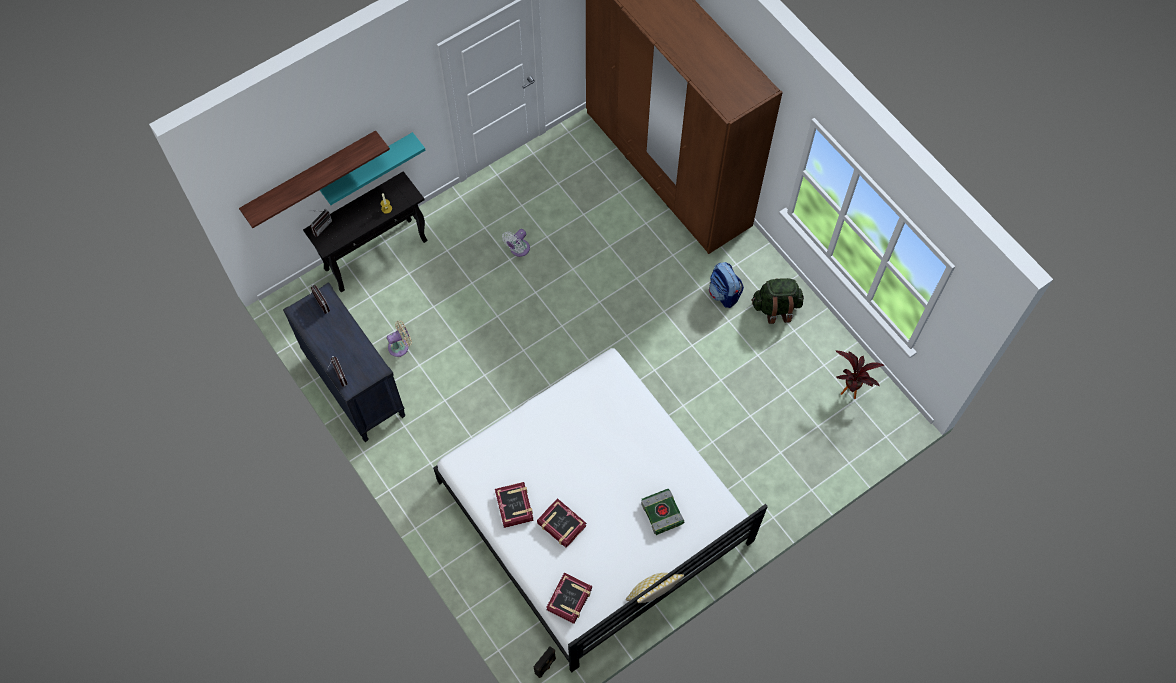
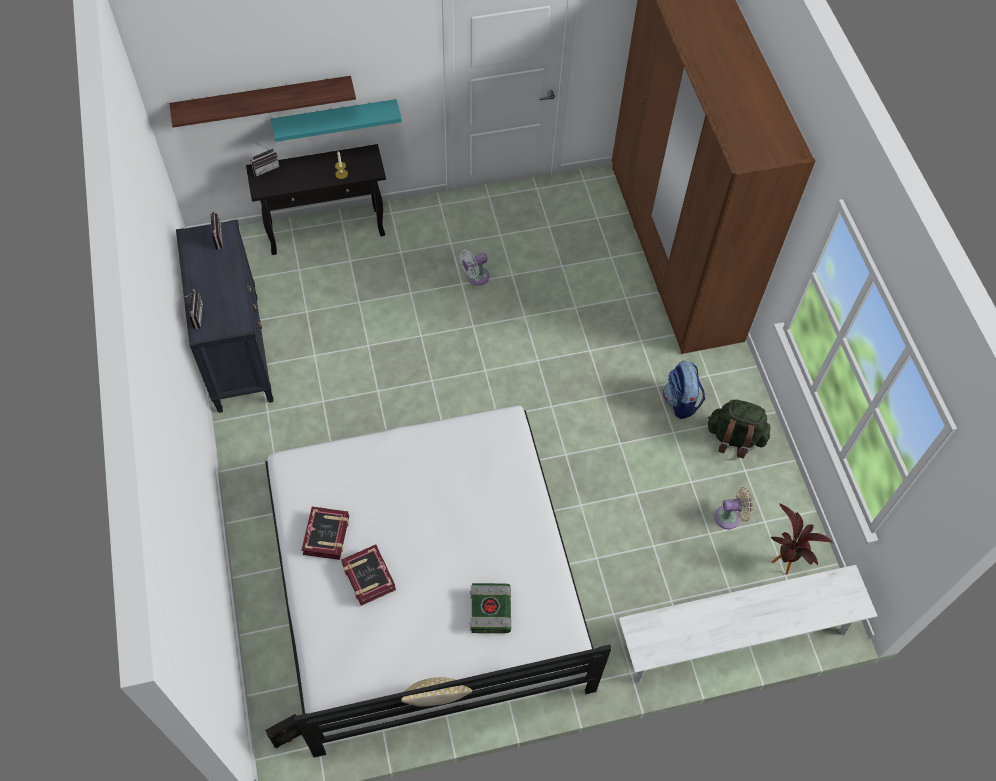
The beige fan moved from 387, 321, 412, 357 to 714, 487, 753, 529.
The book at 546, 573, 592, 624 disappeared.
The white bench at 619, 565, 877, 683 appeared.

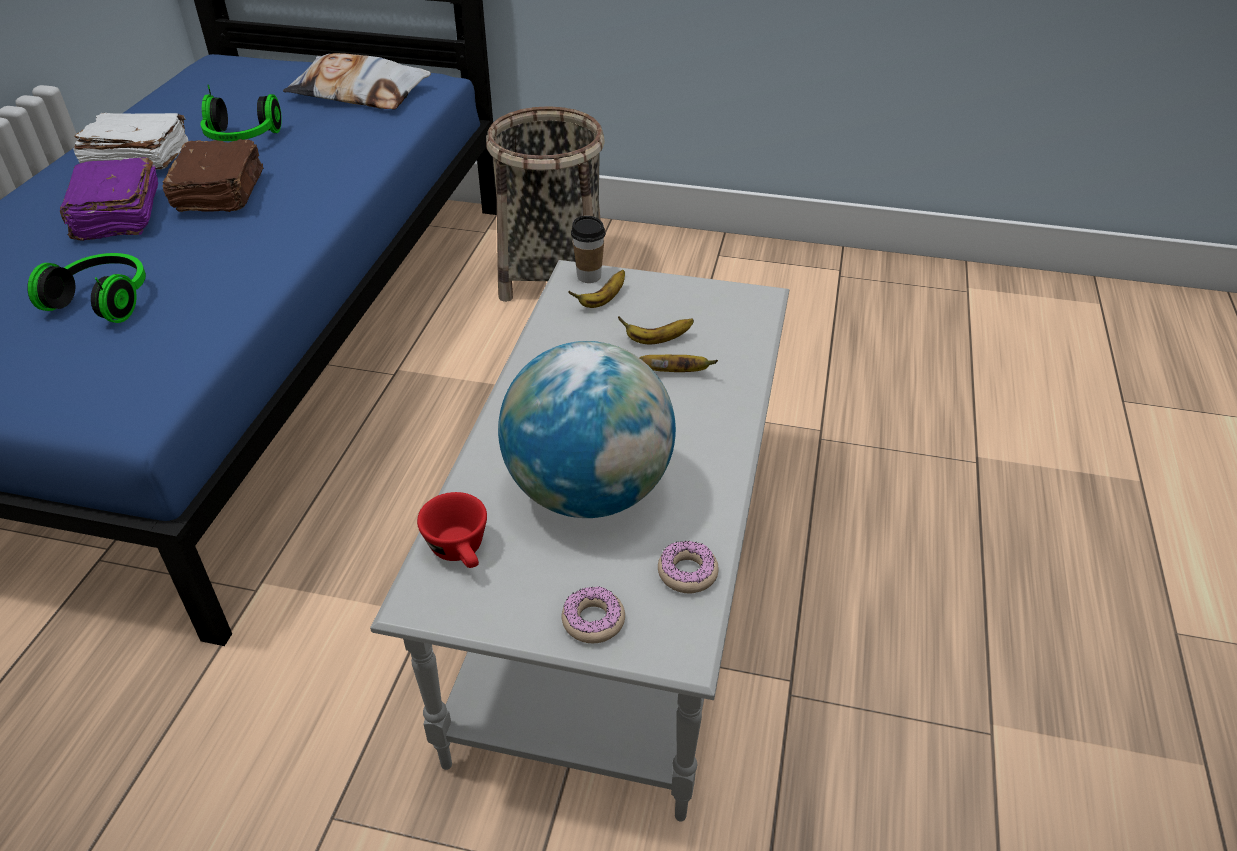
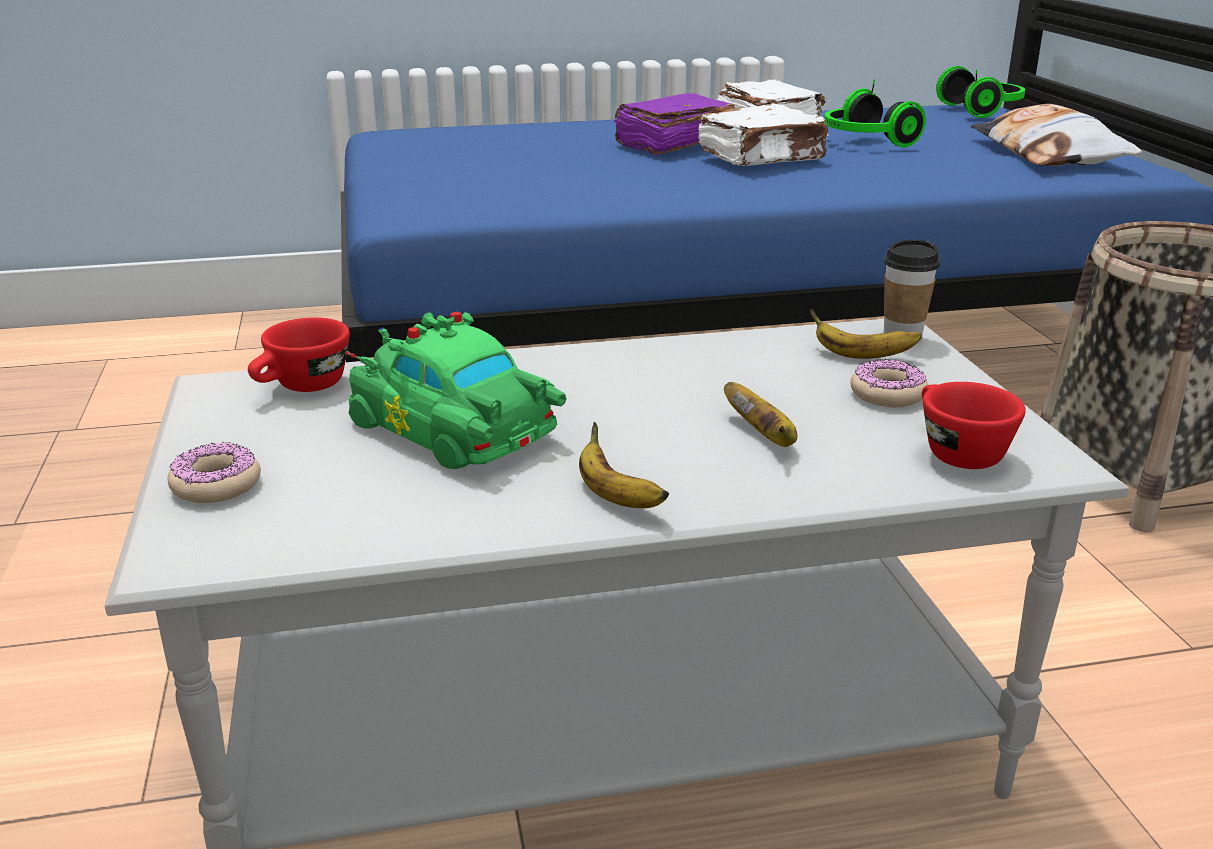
The brown book at 162, 139, 264, 212 became the white book at 698, 103, 829, 166.
The headphones moved from 27, 253, 146, 323 to 936, 66, 1025, 118.
The banana moved from 618, 316, 694, 344 to 579, 422, 669, 508.
The globe at 498, 341, 676, 518 was replaced by the green toy car at 345, 312, 566, 469.
The donut moved from 658, 540, 719, 593 to 850, 359, 928, 407.
The red cup at 922, 382, 1026, 469 appeared.

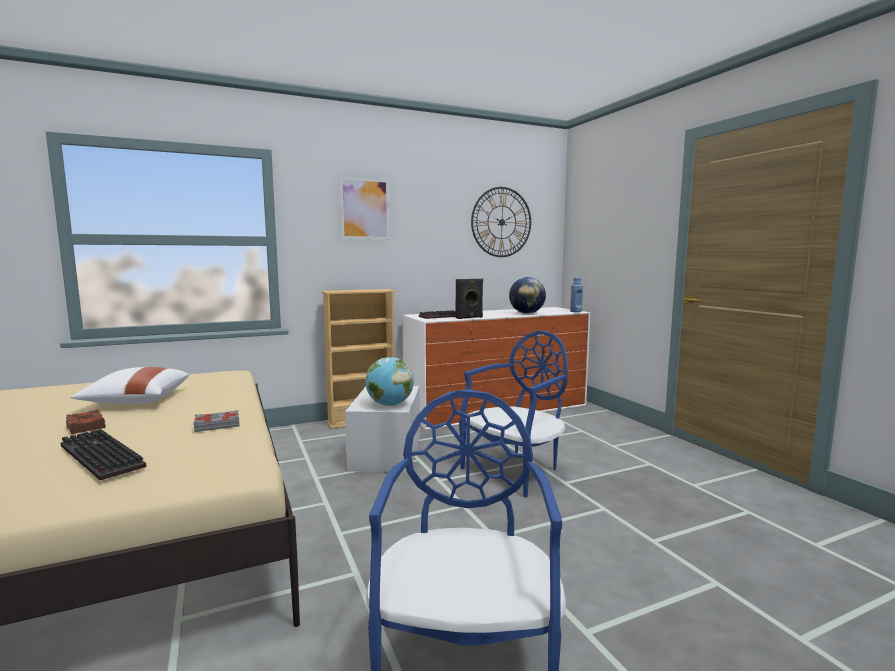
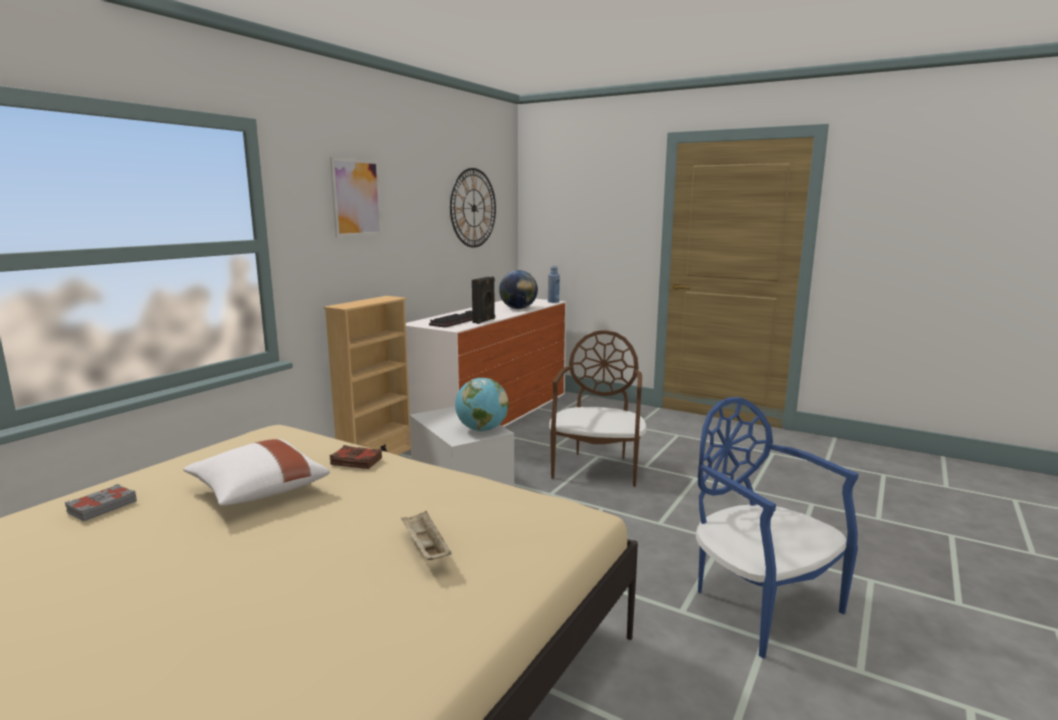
The blue chair at 459, 331, 568, 497 became the brown chair at 549, 330, 647, 487.
The brown book moved from 66, 409, 106, 434 to 330, 445, 382, 469.
The grey book moved from 193, 410, 240, 432 to 64, 484, 137, 522.
The keyboard at 61, 429, 146, 480 was replaced by the beige tray at 401, 511, 452, 560.

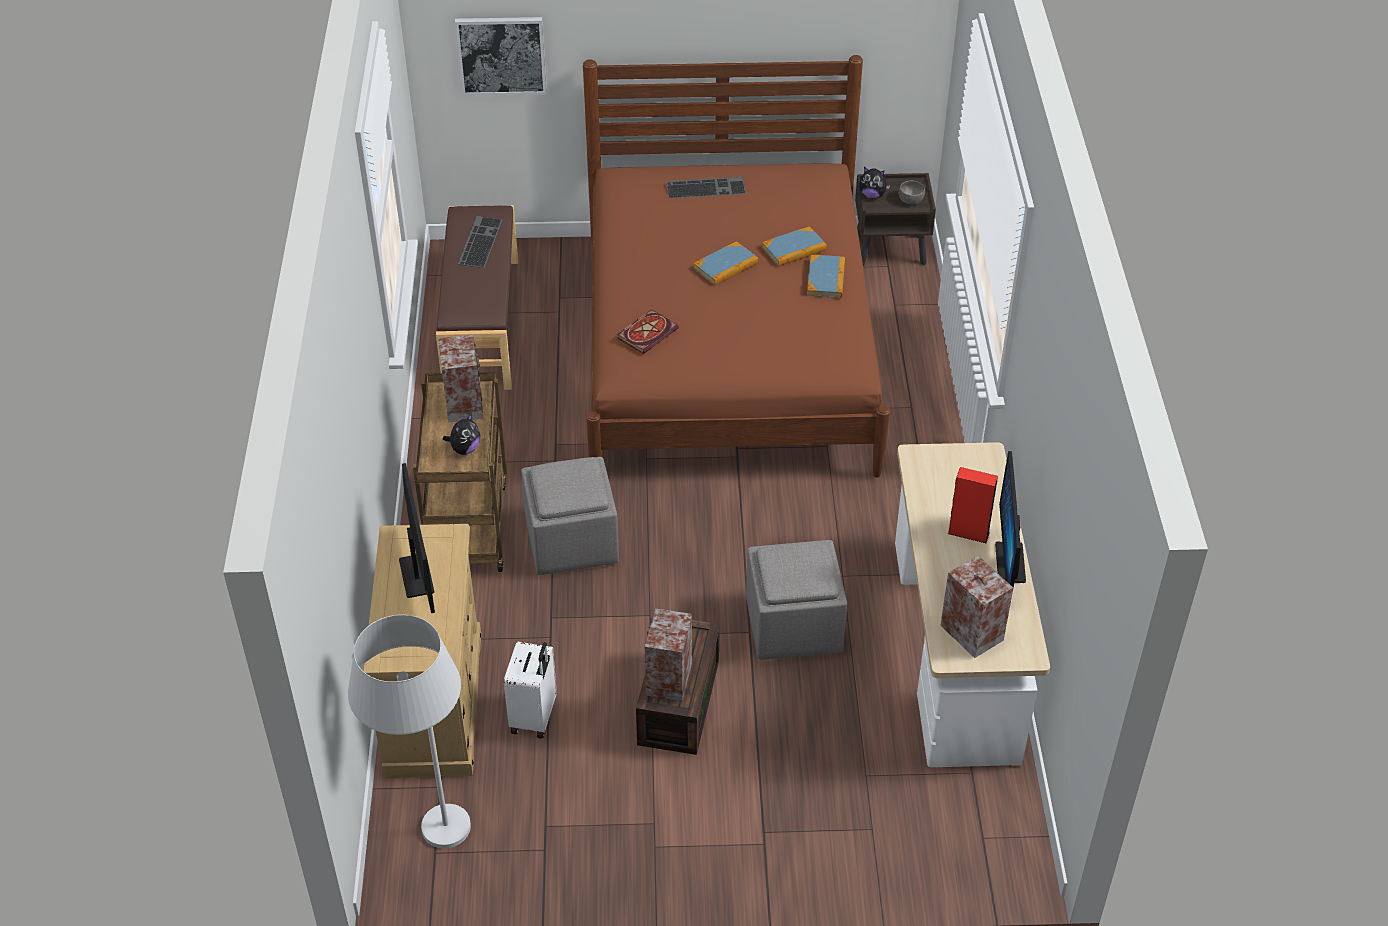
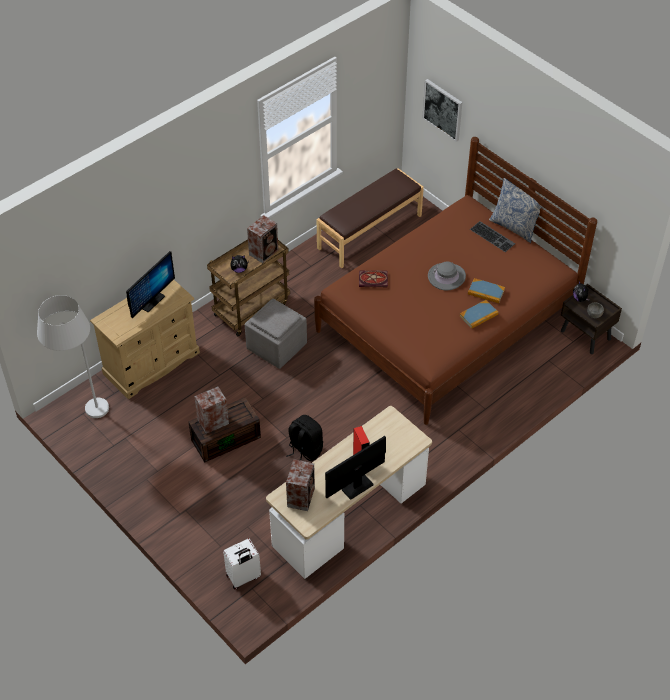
The keyboard at 458, 216, 503, 268 disappeared.
The book at 693, 241, 758, 285 was replaced by the grey hat at 428, 262, 466, 290.
The grey ottoman at 746, 540, 847, 660 was replaced by the black backpack at 286, 415, 323, 461.
The white suitcase moved from 504, 642, 557, 739 to 223, 538, 261, 590.
The pillow at 489, 178, 547, 243 appeared.

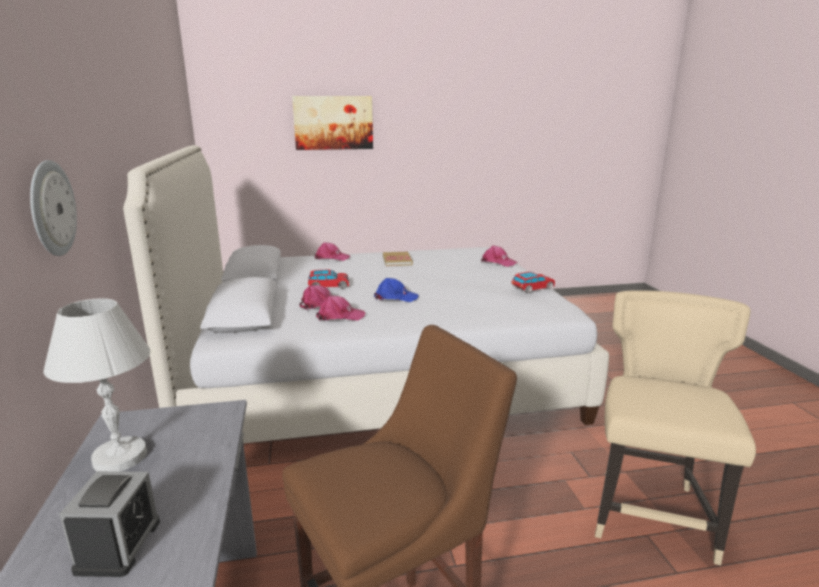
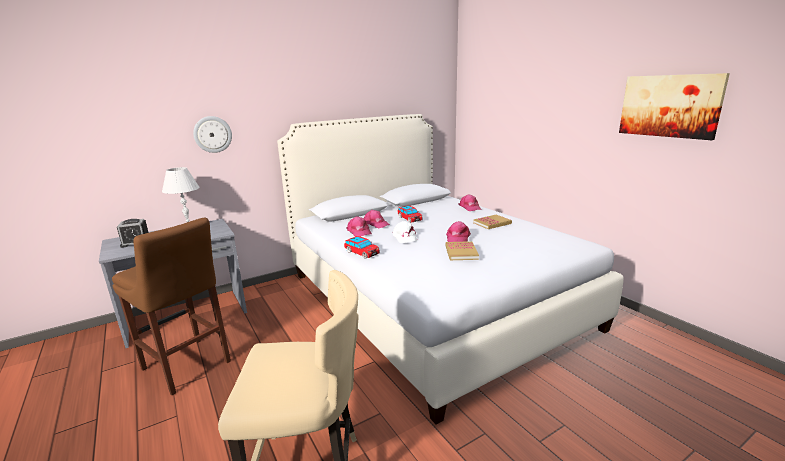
The picture moved from 292, 96, 373, 150 to 619, 73, 730, 140.
The pink cap moved from 481, 245, 517, 267 to 446, 221, 471, 242.
The toy car moved from 511, 272, 555, 293 to 344, 236, 380, 259.
The blue cap at 374, 278, 419, 302 became the white cap at 392, 221, 417, 243.
The book at 445, 241, 479, 260 appeared.

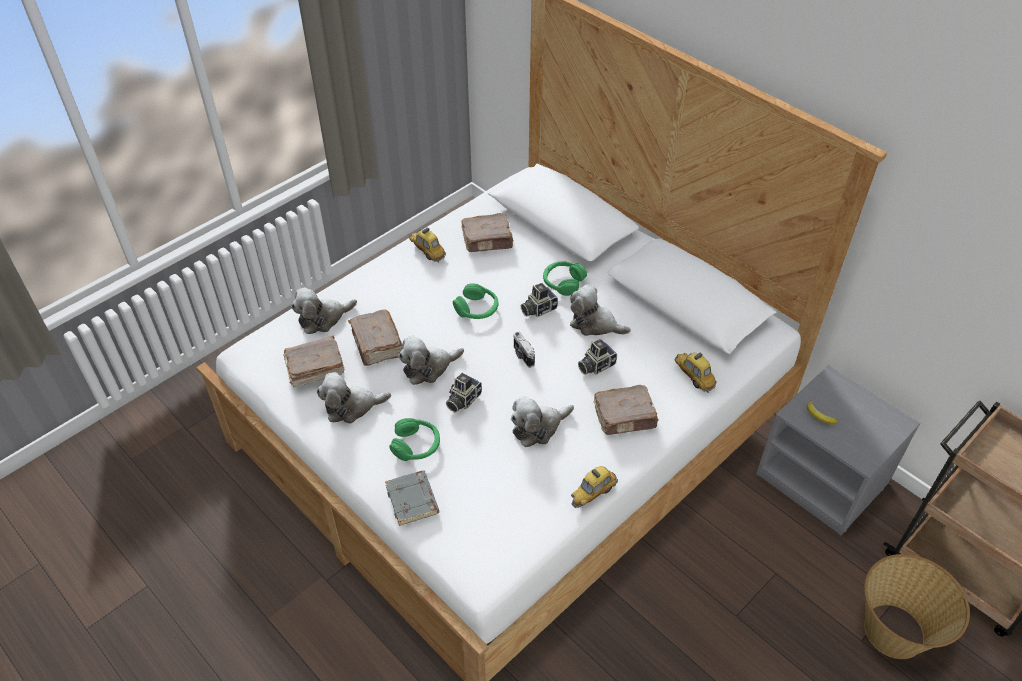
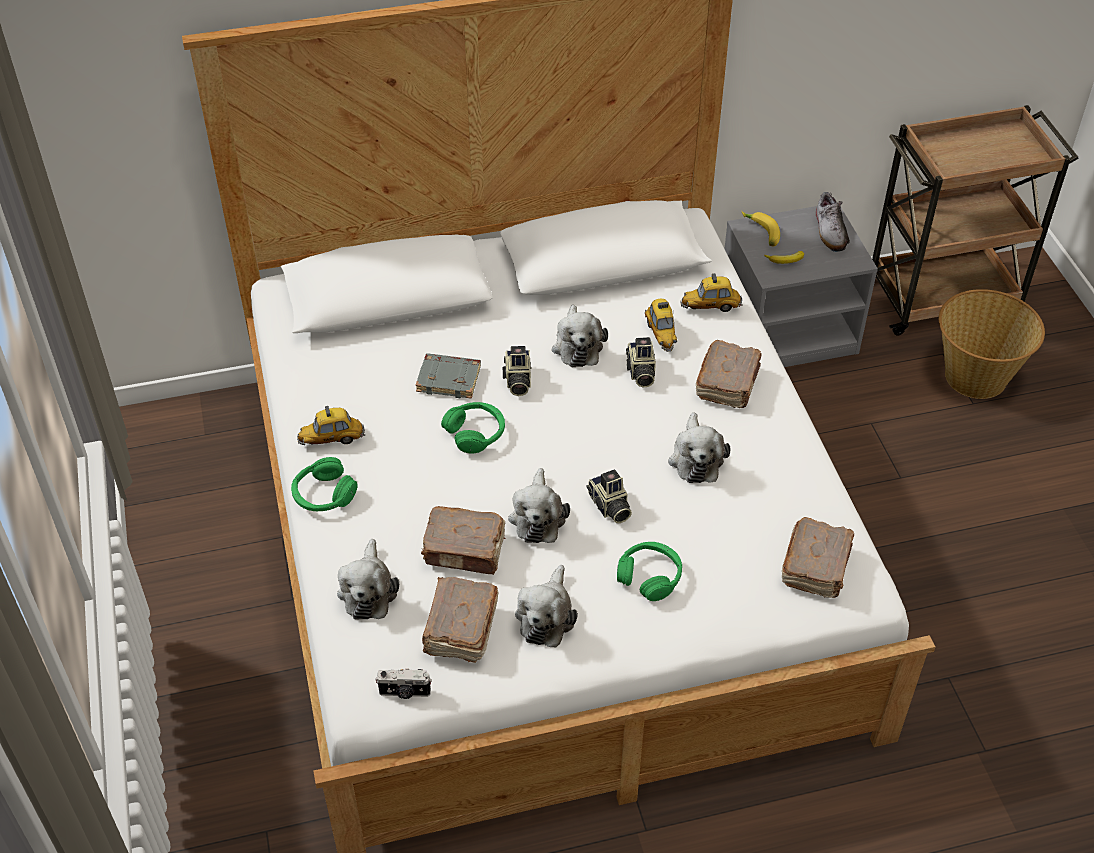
The brown book moved from 461, 213, 514, 252 to 782, 517, 854, 598.
The green headphones moved from 543, 262, 587, 296 to 291, 457, 358, 511.
The plush toy at 570, 284, 631, 336 turned 60 degrees counterclockwise.
The photo camera moved from 513, 332, 535, 368 to 376, 668, 432, 699.
The toy car moved from 571, 466, 618, 508 to 645, 299, 677, 352.
The grey book moved from 385, 470, 439, 526 to 415, 353, 481, 399.
The shoe at 816, 192, 850, 252 appeared.
The banana at 742, 211, 780, 246 appeared.

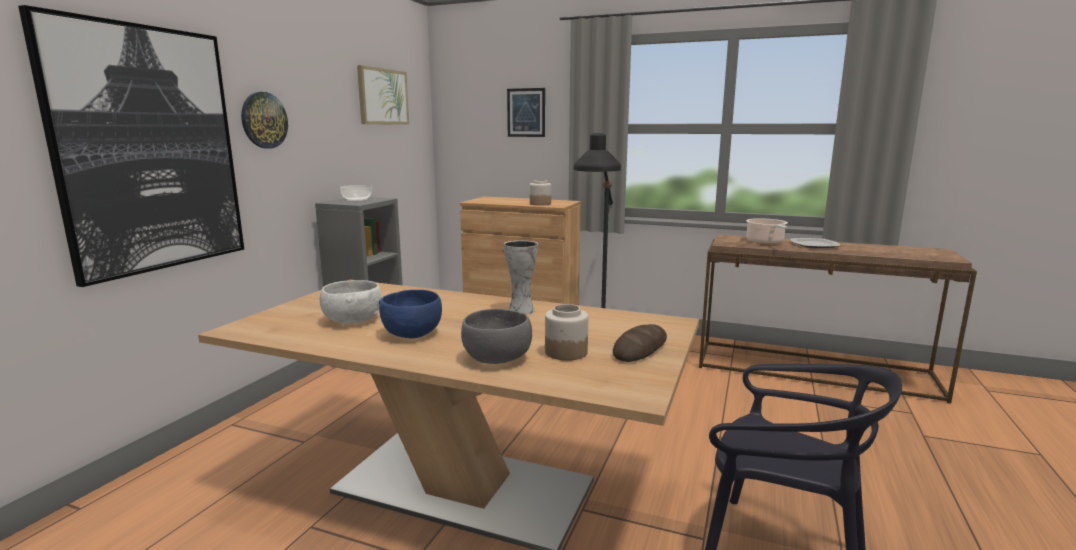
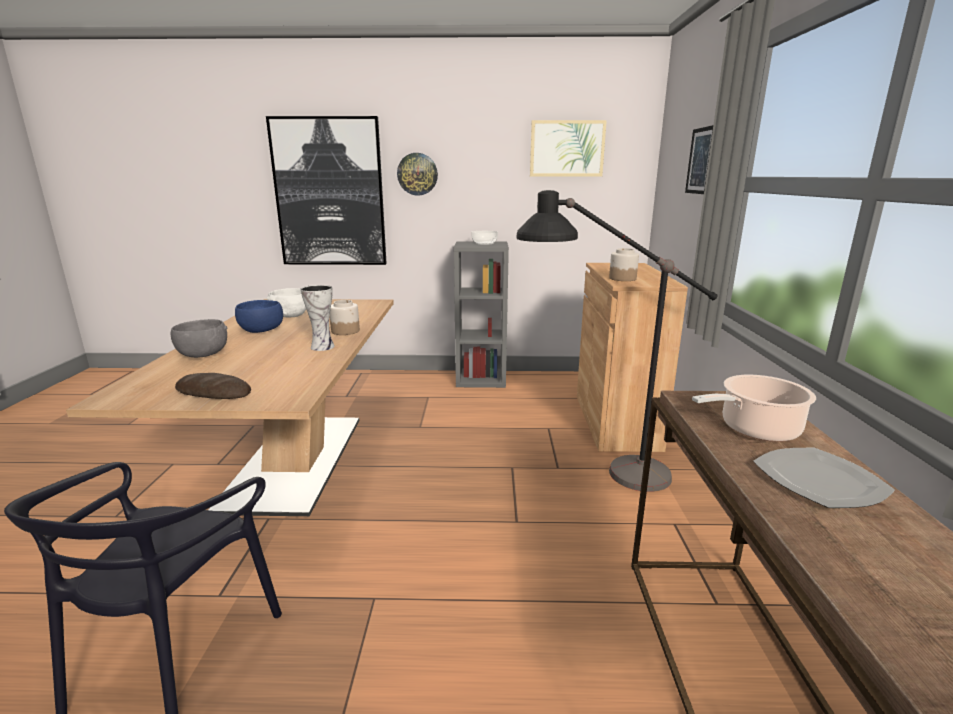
The jar moved from 545, 304, 588, 361 to 330, 300, 360, 335.

